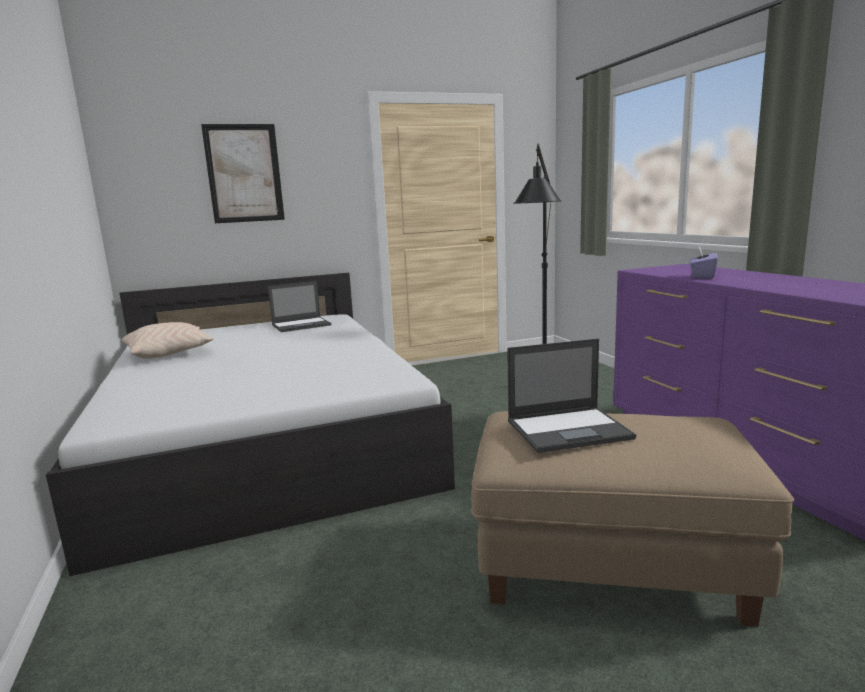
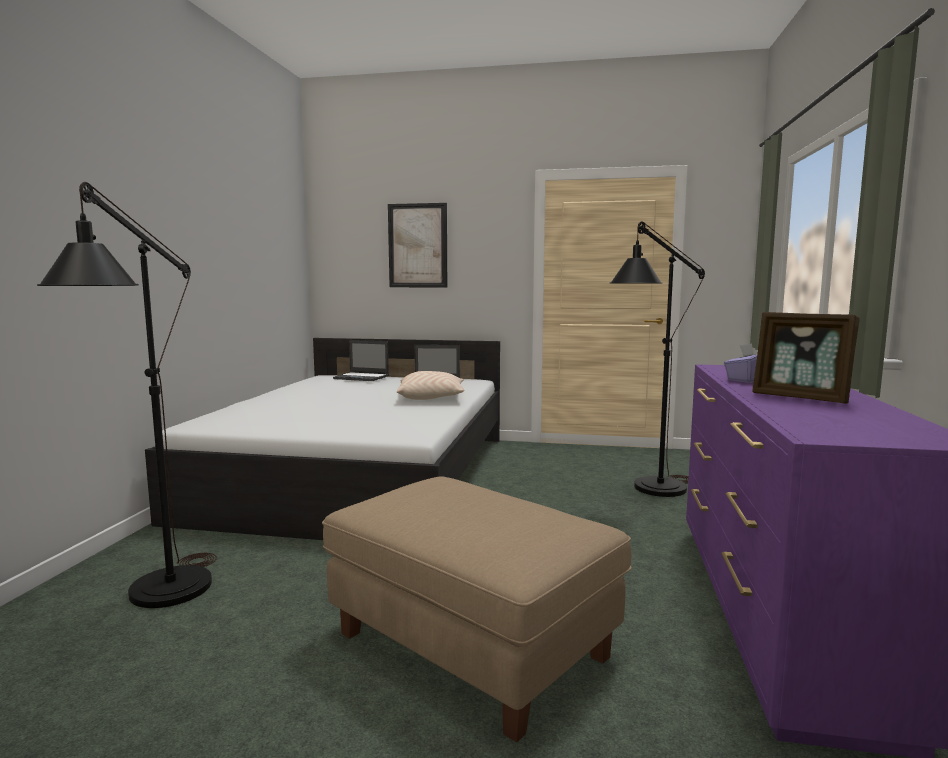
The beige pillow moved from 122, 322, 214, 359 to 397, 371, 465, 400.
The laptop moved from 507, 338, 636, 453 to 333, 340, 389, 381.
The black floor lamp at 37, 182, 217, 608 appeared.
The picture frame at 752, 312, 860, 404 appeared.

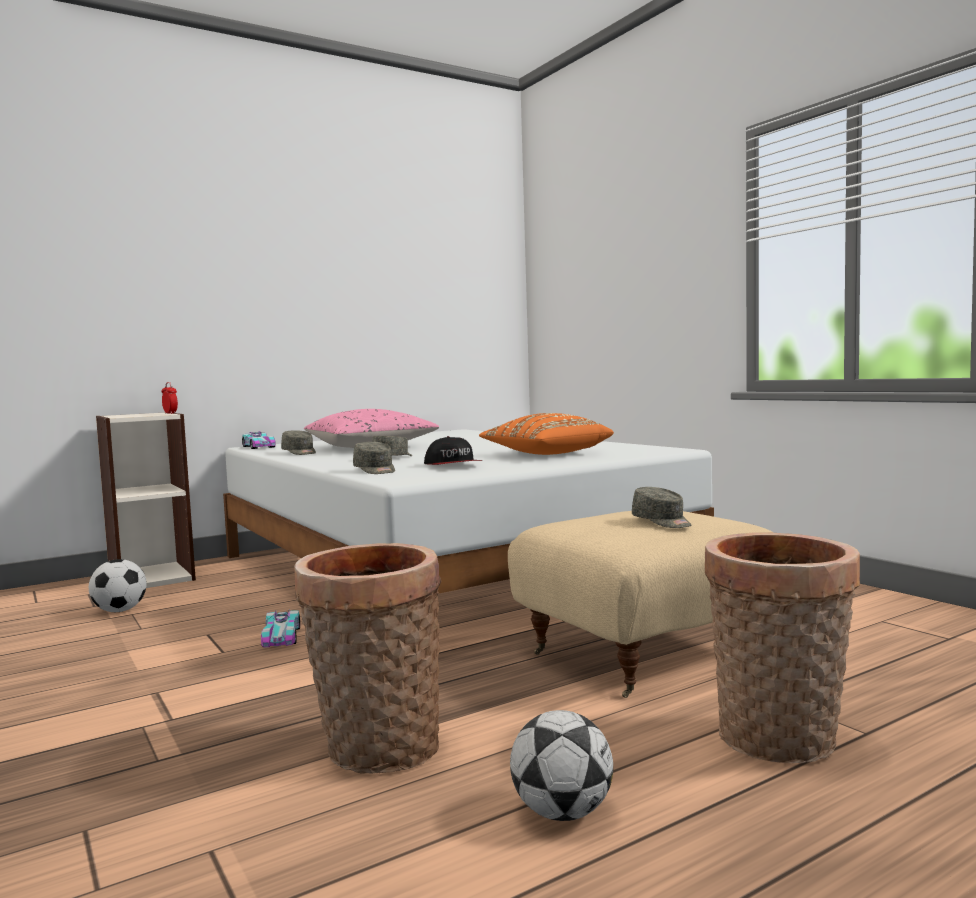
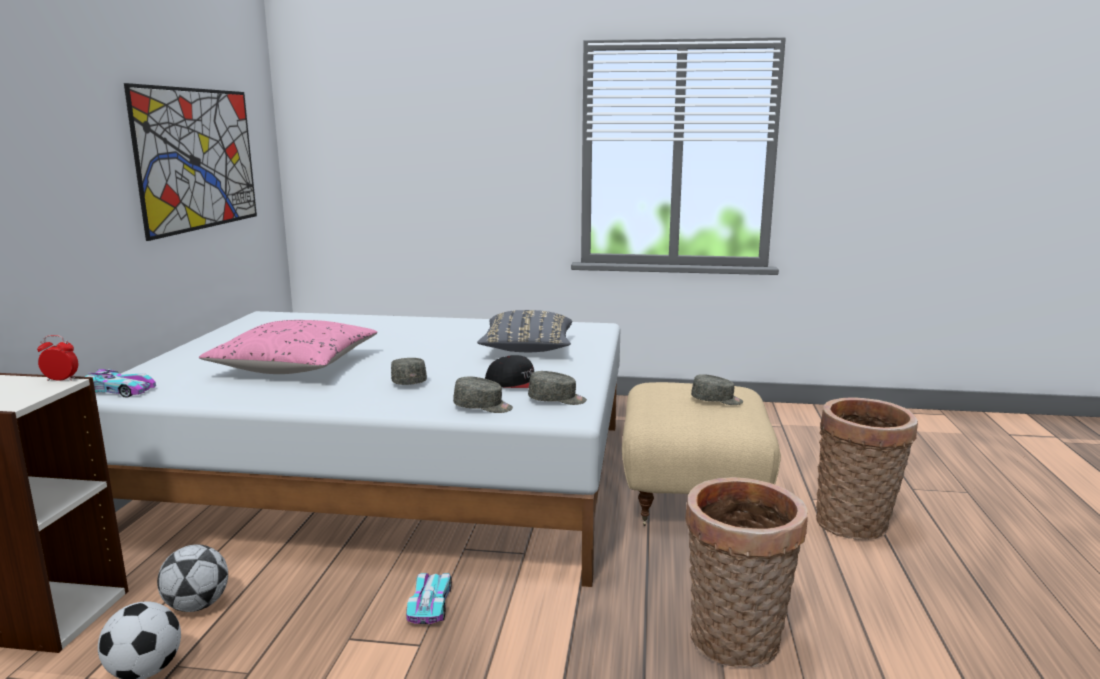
The orange pillow at 479, 413, 614, 455 became the grey pillow at 477, 310, 572, 352.
The grey cap moved from 281, 430, 316, 455 to 528, 371, 587, 405.
The toy car at 261, 610, 300, 647 turned 120 degrees counterclockwise.
The football moved from 510, 710, 613, 821 to 157, 544, 228, 612.
The picture at 124, 83, 257, 241 appeared.

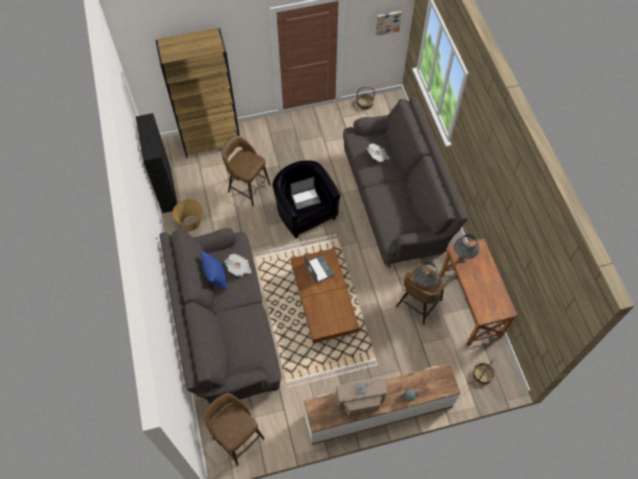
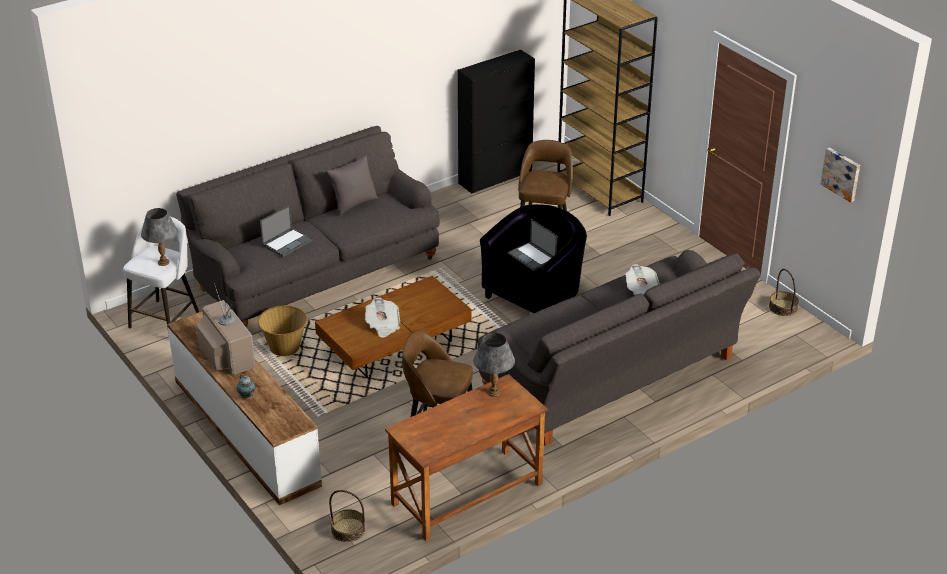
The basket moved from 172, 199, 203, 231 to 258, 305, 307, 356.
The blue pillow at 201, 251, 227, 291 became the grey pillow at 326, 155, 378, 216.
The newspaper moved from 225, 254, 251, 276 to 365, 298, 400, 338.
The laptop moved from 304, 254, 335, 284 to 260, 205, 313, 257.
The grey table lamp moved from 414, 262, 439, 289 to 141, 208, 178, 266.
The brown stool at 204, 393, 265, 466 became the white stool at 123, 217, 199, 340.

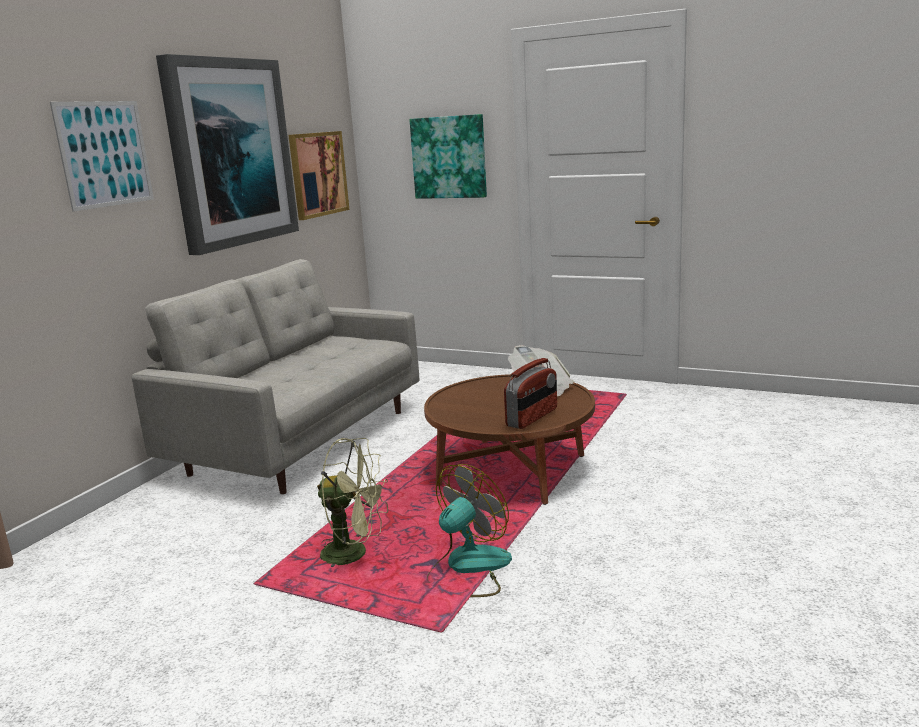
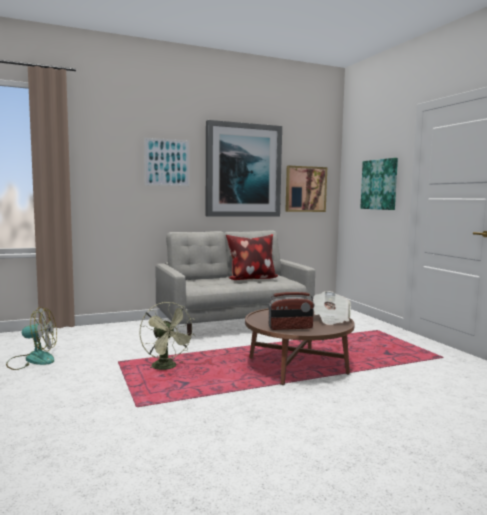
The fan moved from 427, 464, 512, 597 to 6, 307, 57, 370.
The pillow at 226, 234, 278, 280 appeared.

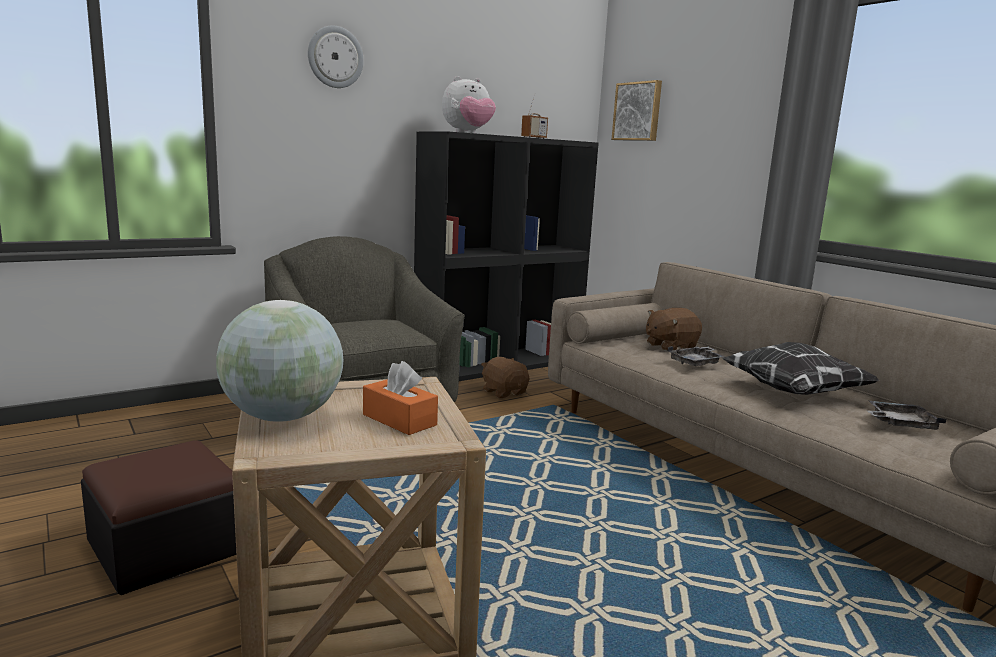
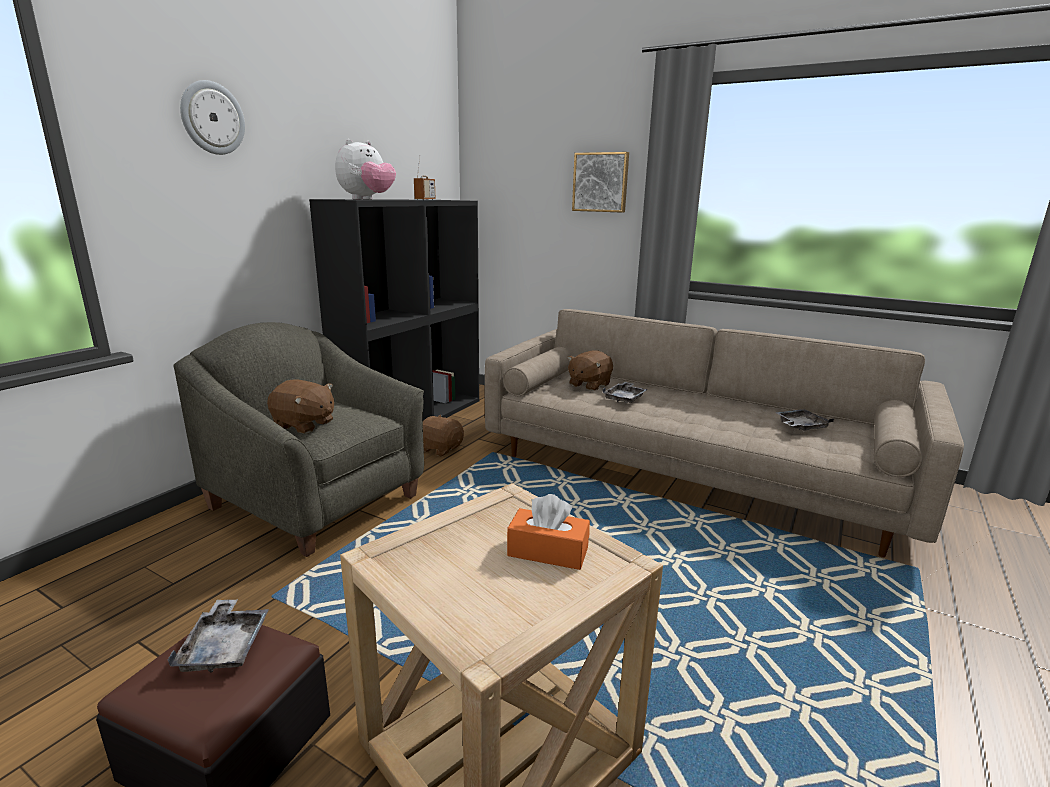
The picture moved from 611, 80, 662, 141 to 572, 152, 629, 213.
The globe at 216, 300, 343, 422 disappeared.
The pillow at 721, 342, 880, 395 disappeared.
The brown plush toy at 267, 380, 334, 433 appeared.
The grey tray at 167, 599, 269, 672 appeared.

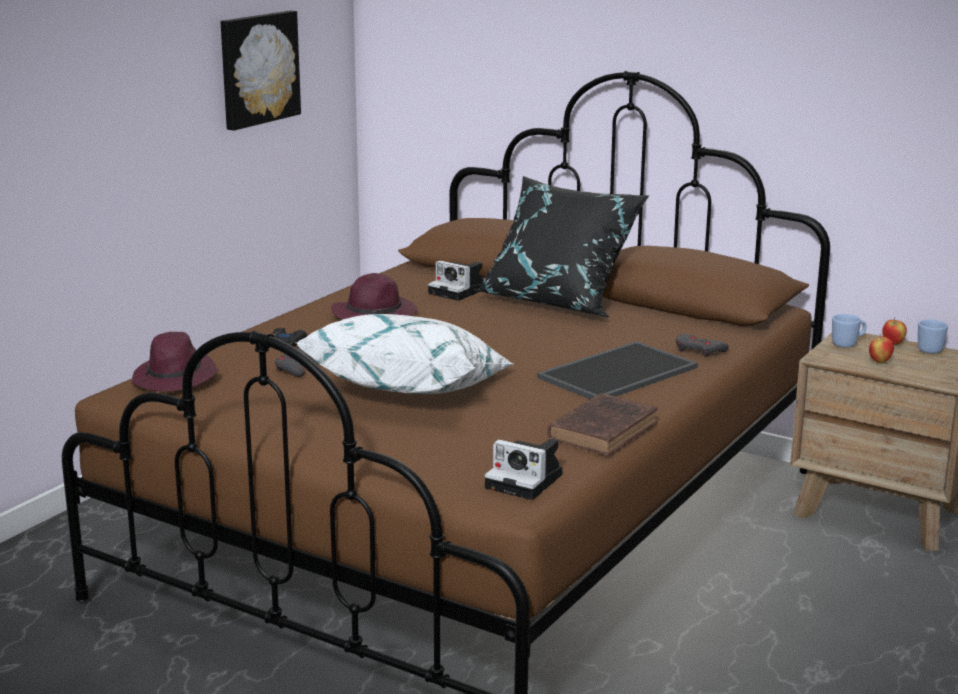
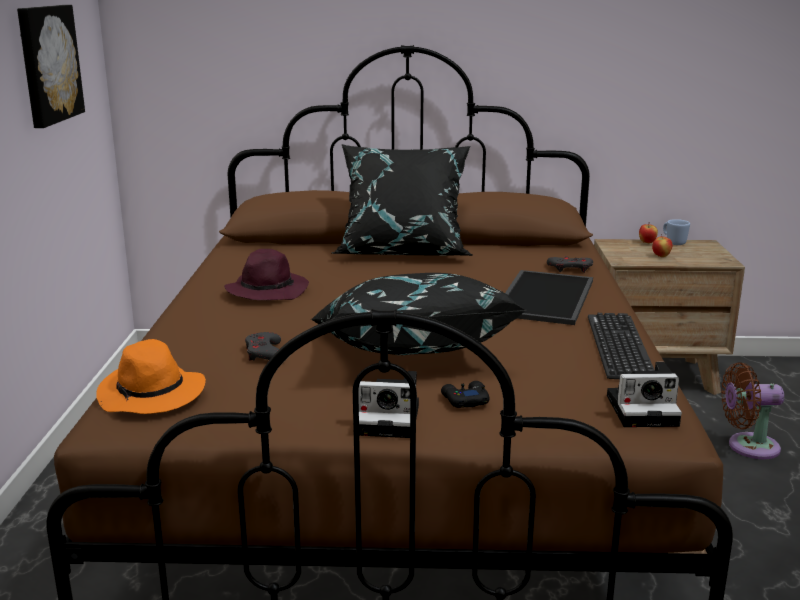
The photo camera moved from 428, 260, 483, 301 to 358, 371, 419, 438.
The white pillow at 295, 314, 514, 394 became the black pillow at 311, 273, 526, 355.
The blue mug at 832, 314, 867, 348 disappeared.
The black game controller moved from 272, 328, 307, 346 to 441, 381, 490, 408.
The purple hat at 131, 332, 219, 392 became the orange hat at 96, 339, 206, 414.
The brown book at 547, 393, 658, 456 was replaced by the keyboard at 588, 313, 655, 379.
The brown fan at 721, 362, 784, 459 appeared.

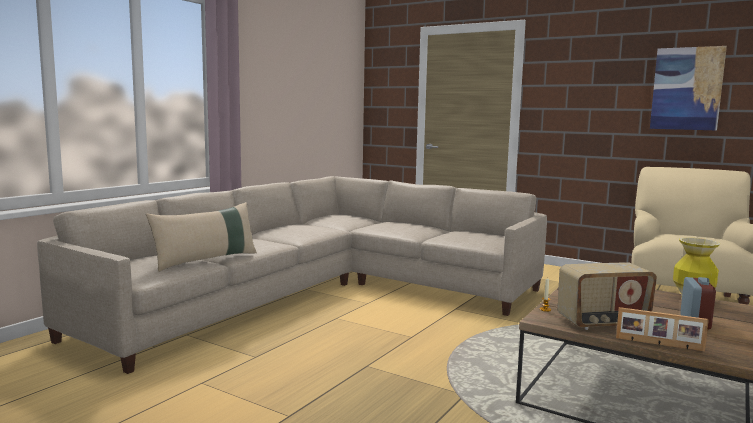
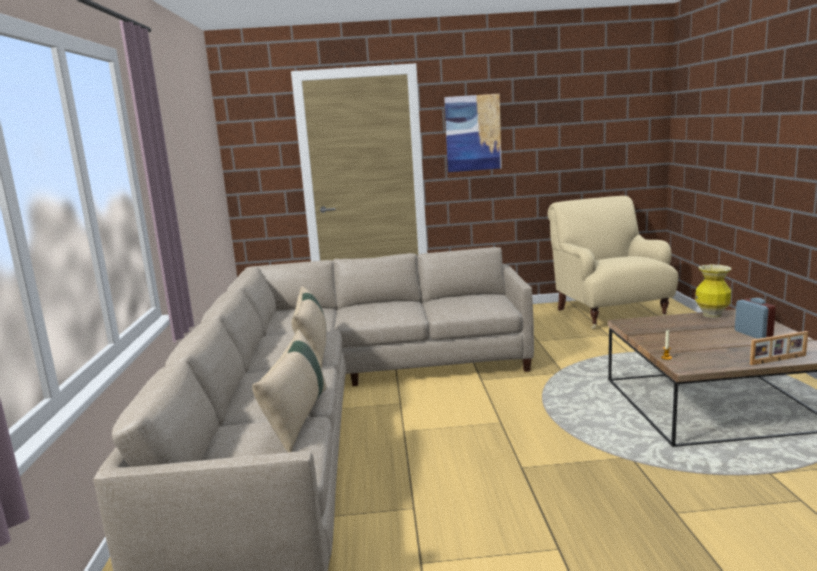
The picture moved from 650, 46, 727, 130 to 444, 94, 502, 172.
The radio at 558, 262, 657, 330 disappeared.
The beige pillow at 291, 286, 326, 369 appeared.

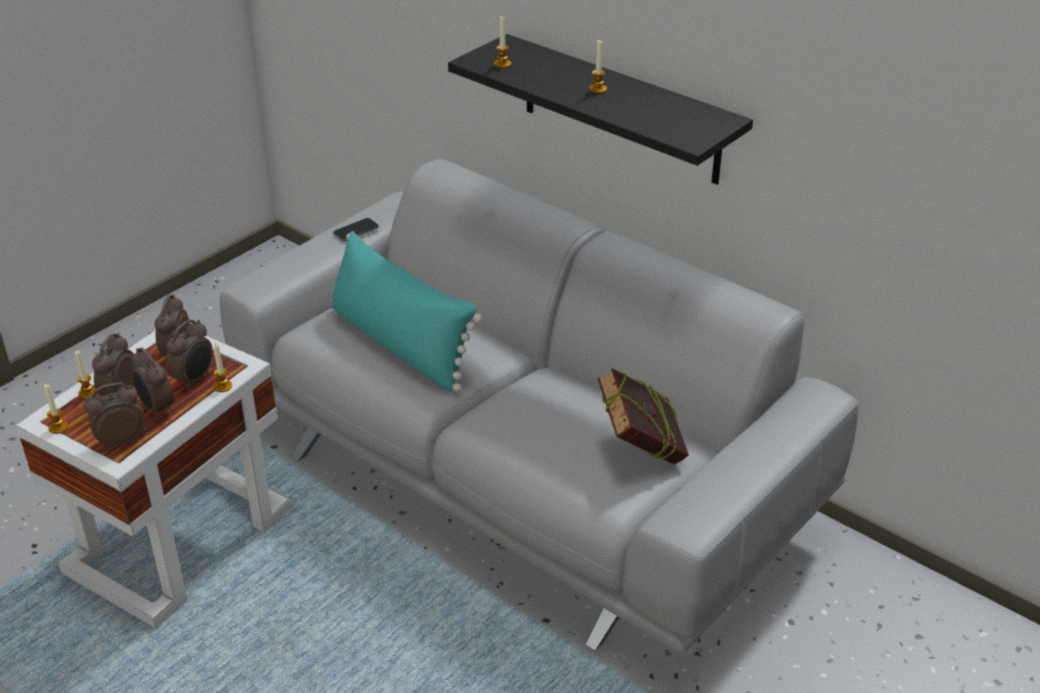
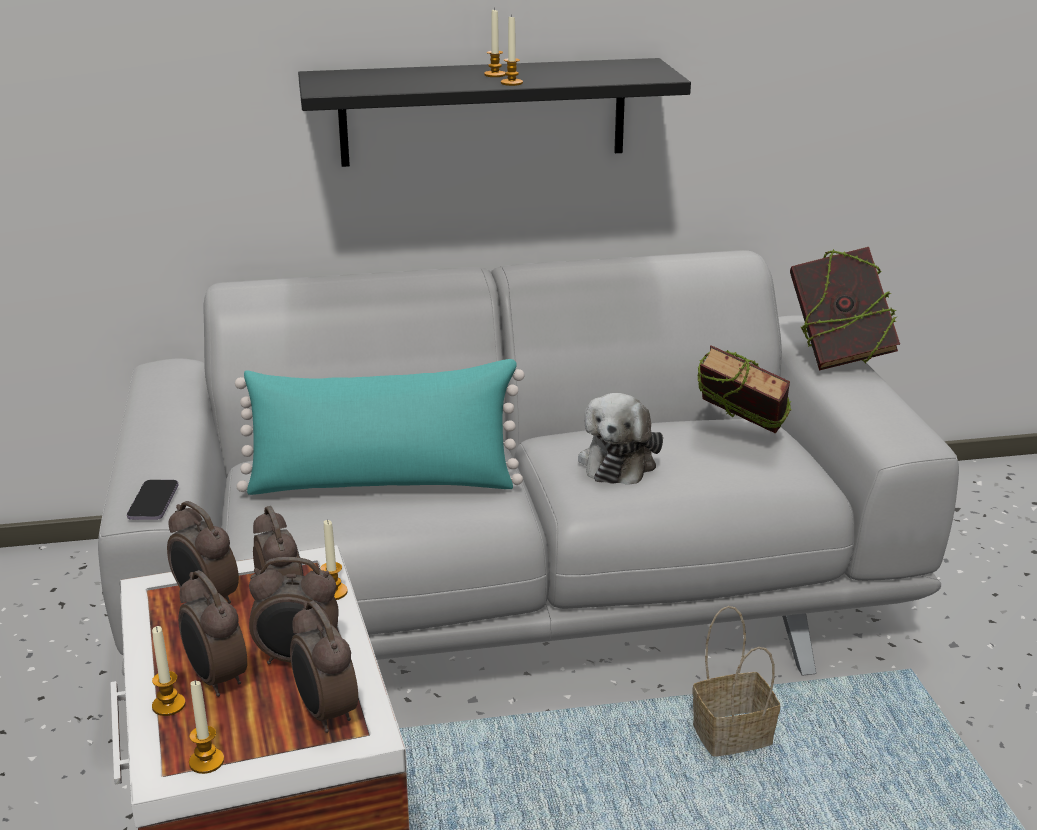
The candle moved from 494, 15, 511, 68 to 501, 17, 523, 86.
The phone moved from 333, 218, 379, 241 to 127, 480, 178, 520.
The alarm clock at 84, 382, 145, 449 turned 45 degrees counterclockwise.
The book at 790, 247, 900, 371 appeared.
The plush toy at 578, 393, 663, 485 appeared.
The basket at 692, 606, 780, 757 appeared.

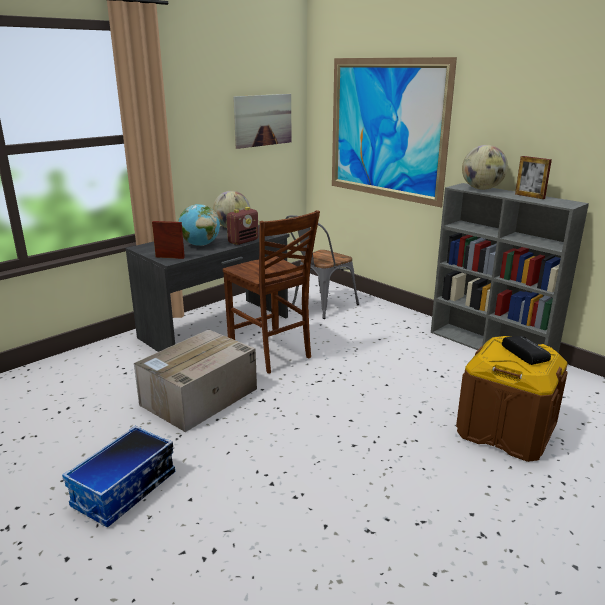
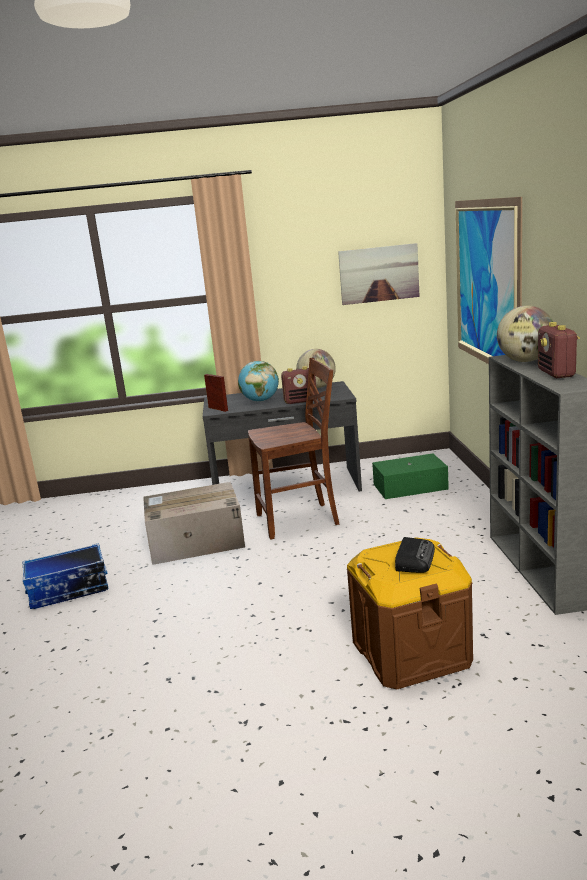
The picture frame at 515, 156, 552, 199 was replaced by the radio at 538, 322, 580, 378.
The brown chair at 223, 210, 320, 374 turned 105 degrees counterclockwise.
The grey chair at 285, 215, 359, 319 was replaced by the green storage box at 372, 453, 449, 499.

